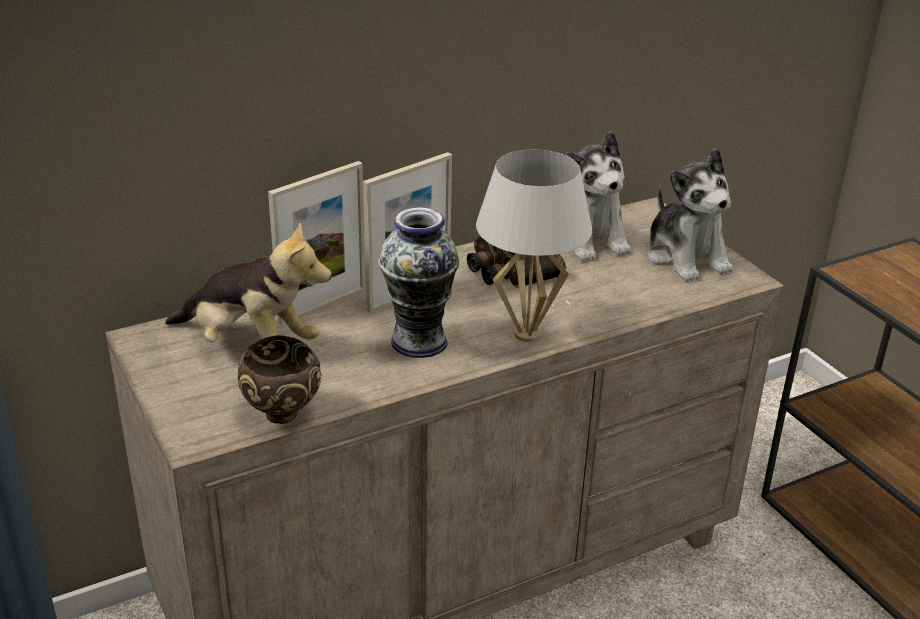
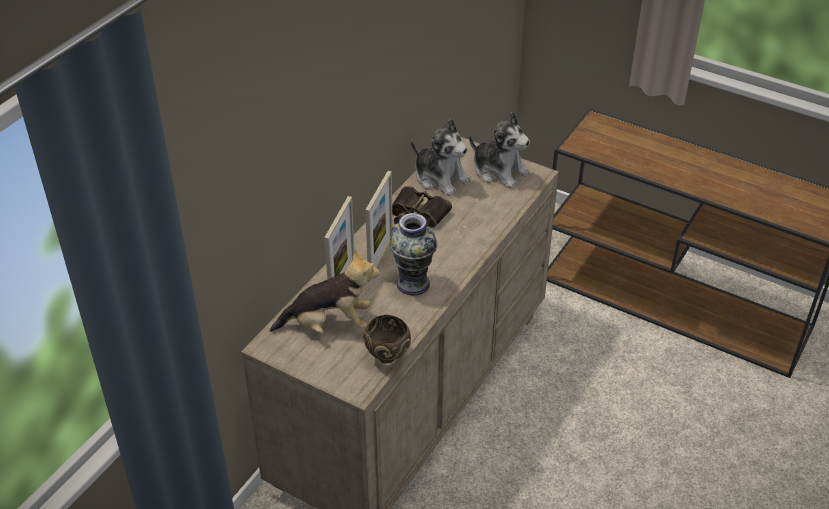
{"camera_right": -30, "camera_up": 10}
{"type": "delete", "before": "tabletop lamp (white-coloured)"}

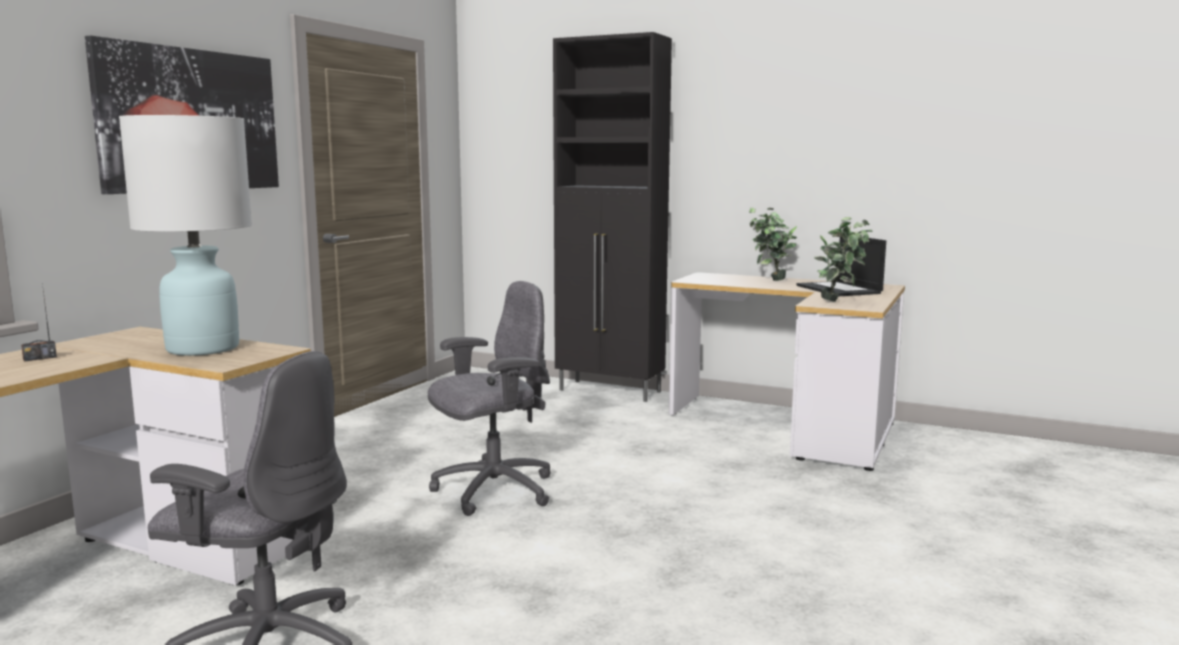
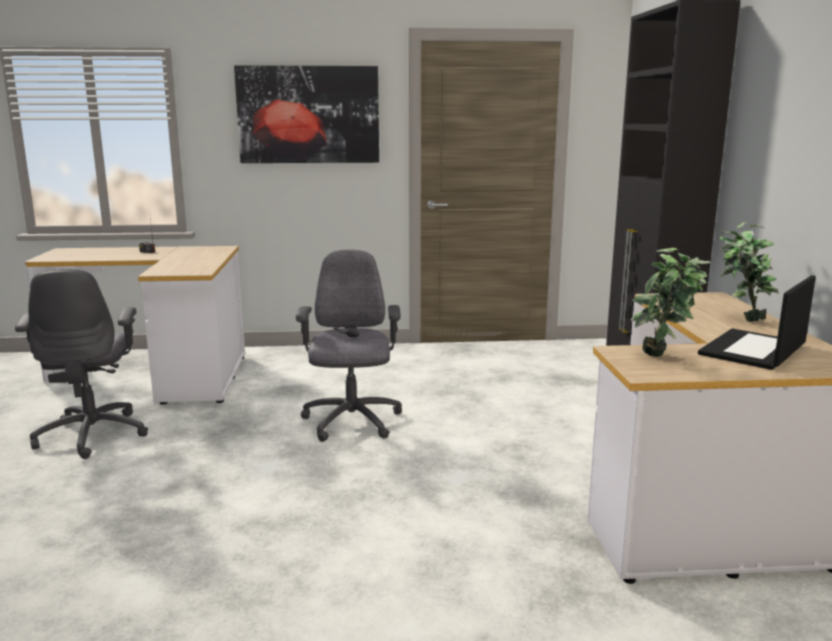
{"camera_right": 60, "camera_up": 5}
{"type": "delete", "before": "tabletop lamp (white-coloured)"}
{"type": "rotate", "before": "office chair (gray) (2nd from left)", "turn": -120}

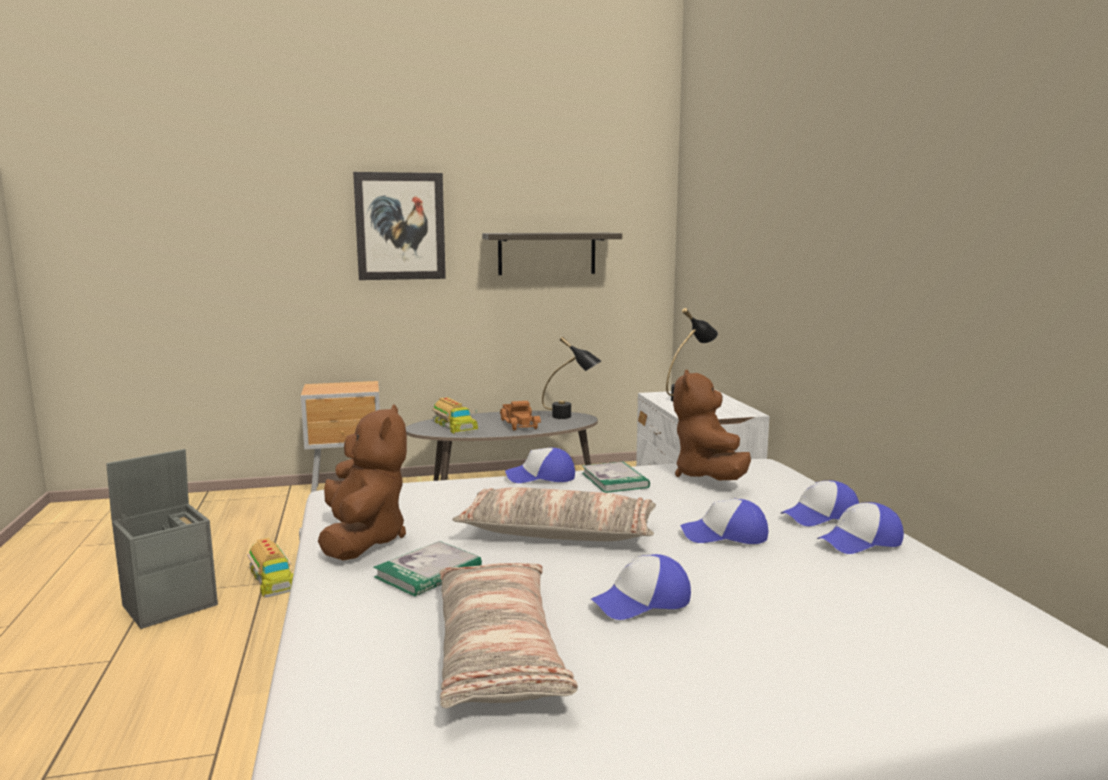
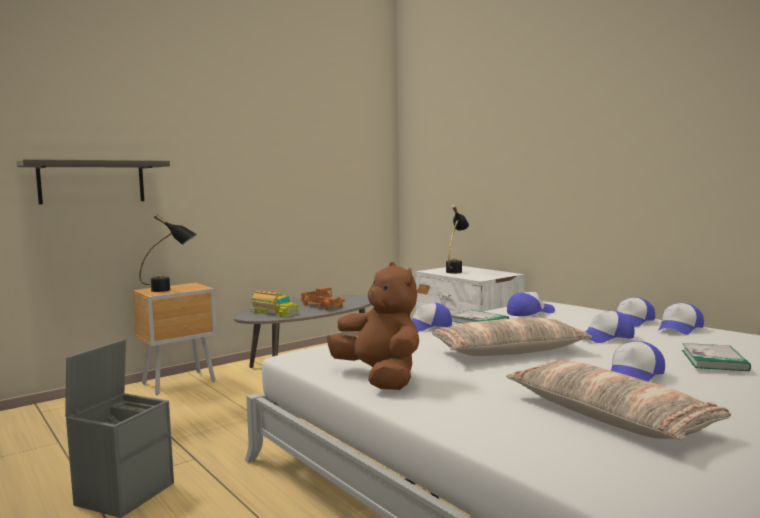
{"camera_right": -25, "camera_up": -5}
{"type": "delete", "before": "toy truck (1st from left)"}
{"type": "delete", "before": "wall picture"}
{"type": "move", "before": "book (1st from left in the first image)", "after": "book (2nd from left)"}
{"type": "move", "before": "bracket shelf"}
{"type": "move", "before": "tabletop lamp (blackish) (1st from left)"}
{"type": "replace", "before": "plush toy (brownish) (2nd from left)", "after": "baseball cap (2nd from left)"}

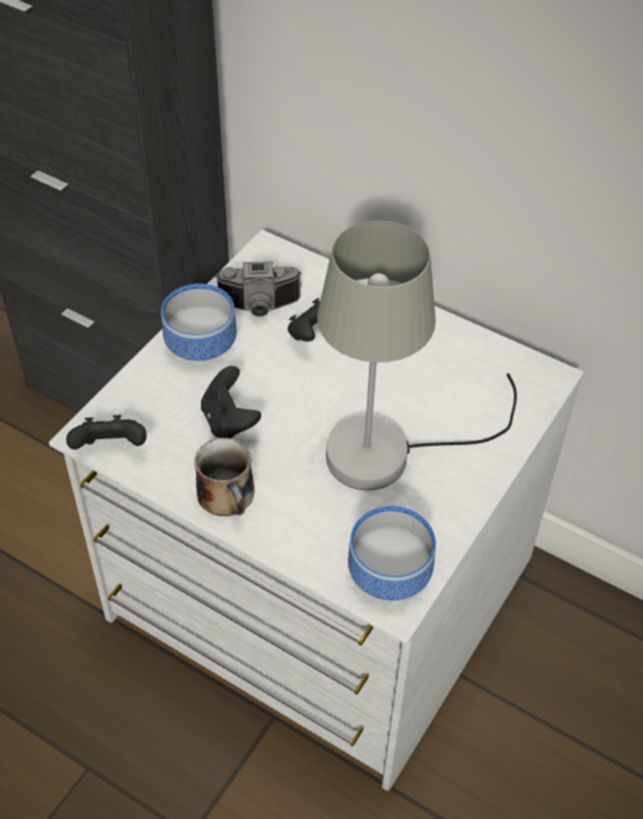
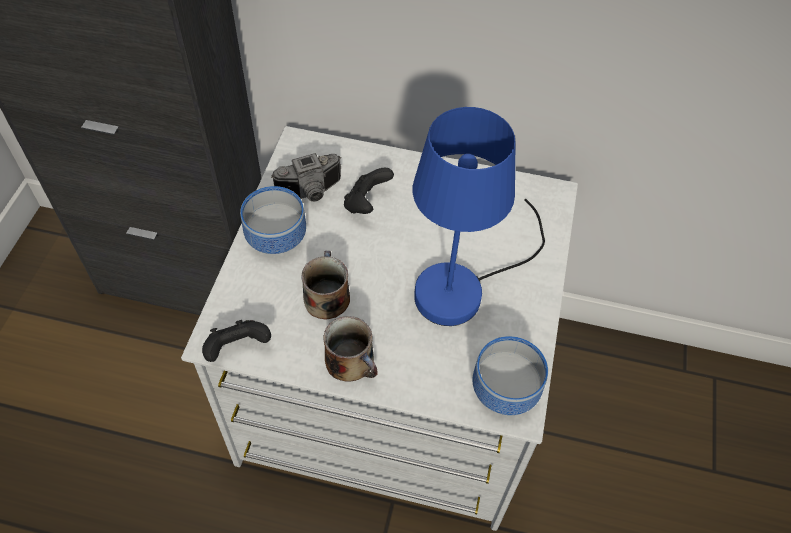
{"camera_right": -20, "camera_up": 5}
{"type": "replace", "before": "joypad (blackish) (2nd from left)", "after": "mug (1st from left)"}
{"type": "recolor", "before": "tabletop lamp (gray)", "after": "tabletop lamp (blue-coloured)"}

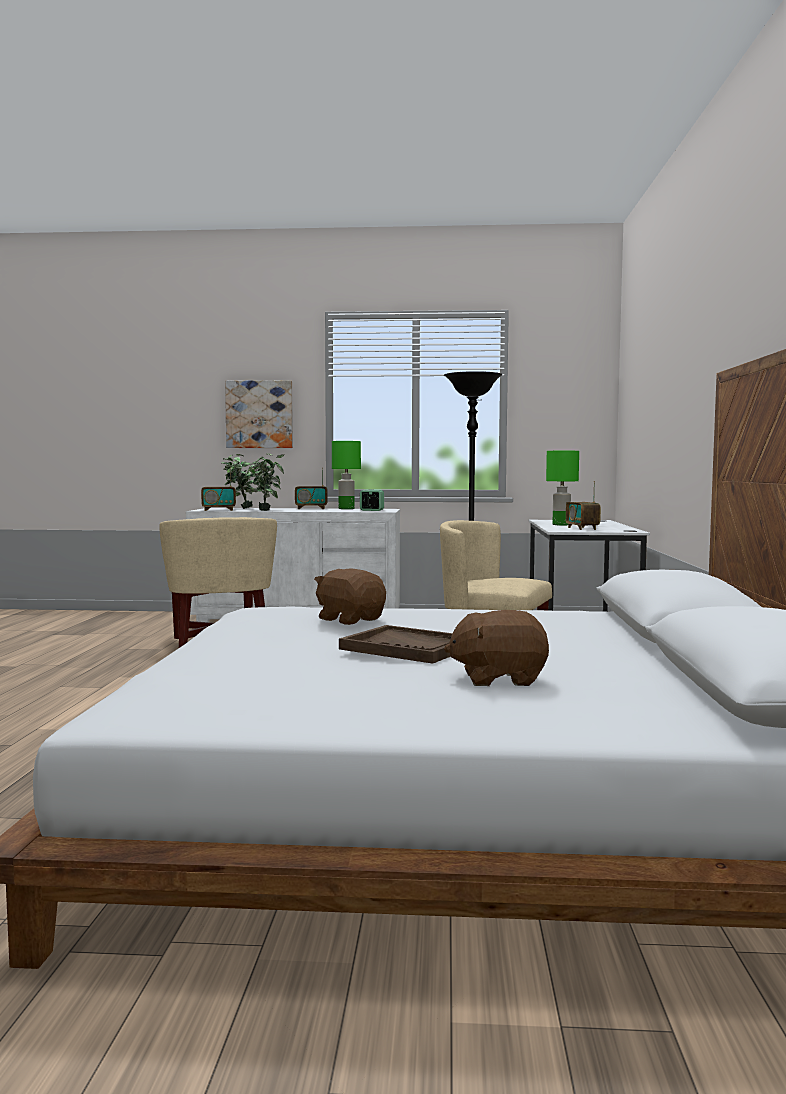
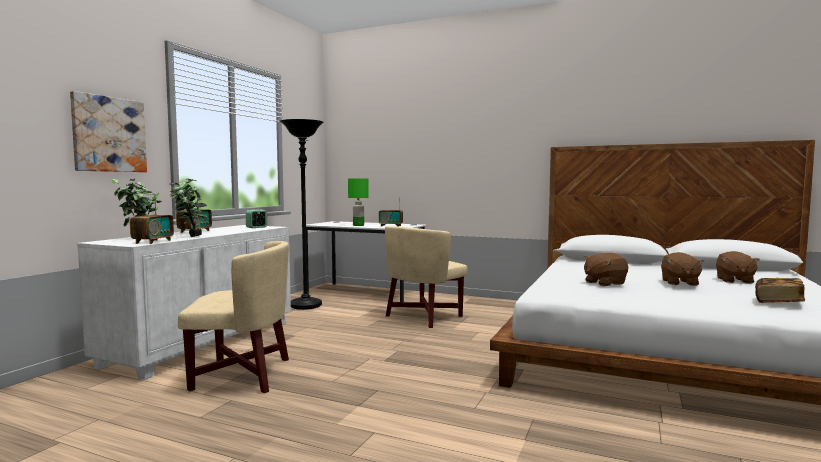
{"camera_right": -70, "camera_up": 0}
{"type": "delete", "before": "tabletop lamp (green) (1st from left)"}
{"type": "replace", "before": "tray (brownish)", "after": "plush toy (brownish) (2nd from left)"}
{"type": "insert", "after": "book"}

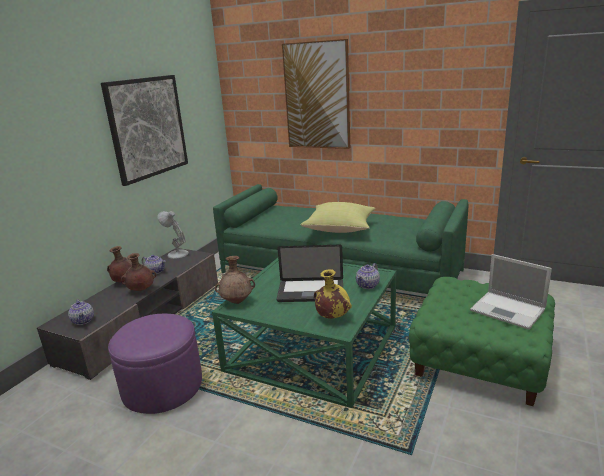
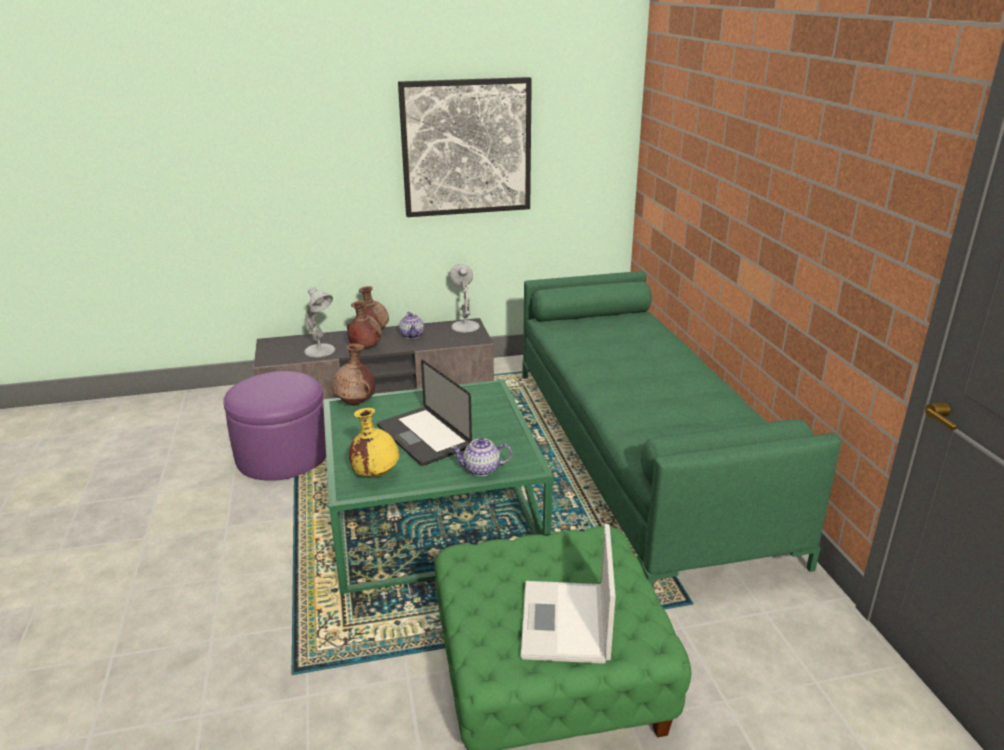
{"camera_right": 50, "camera_up": 5}
{"type": "delete", "before": "teapot (1st from left)"}
{"type": "delete", "before": "wall picture (2nd from left)"}
{"type": "delete", "before": "cushion (yellow-coloured)"}
{"type": "insert", "after": "tabletop lamp (white-coloured) (1st from left)"}

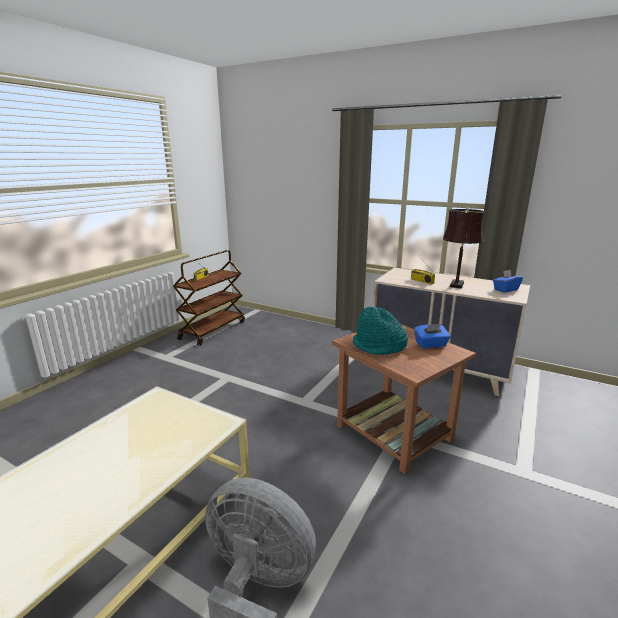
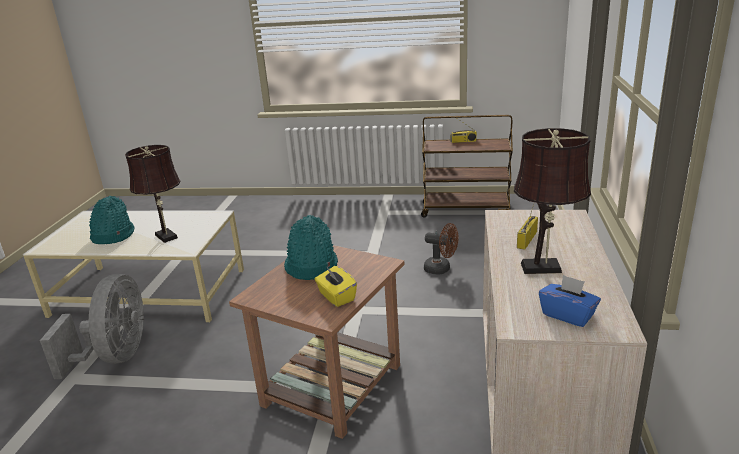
{"camera_right": 70, "camera_up": 5}
{"type": "recolor", "before": "tissue box (blue-coloured) (1st from left)", "after": "tissue box (yellow-coloured)"}
{"type": "insert", "after": "clothing hat (blue-green) (1st from left)"}
{"type": "insert", "after": "tabletop lamp (brownish) (1st from left)"}
{"type": "insert", "after": "fan (brownish)"}

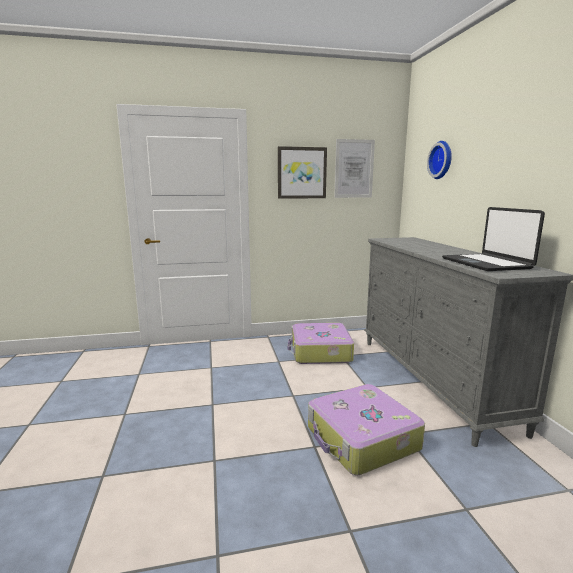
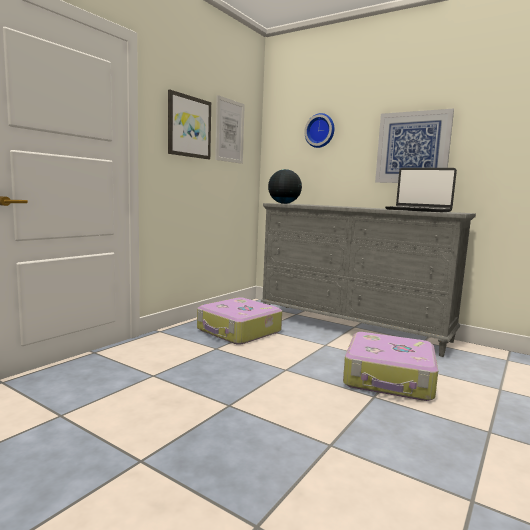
{"camera_right": -45, "camera_up": -5}
{"type": "insert", "after": "desk globe"}
{"type": "insert", "after": "wall picture (3rd from left)"}

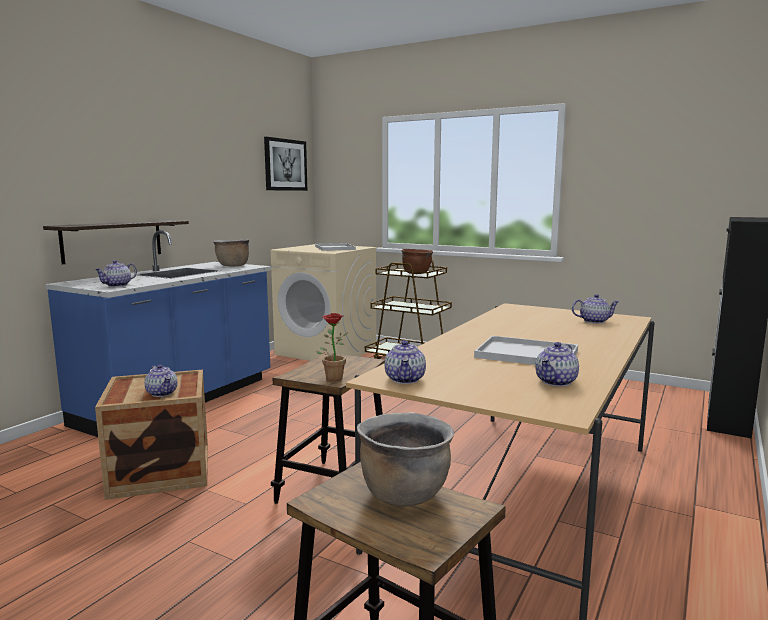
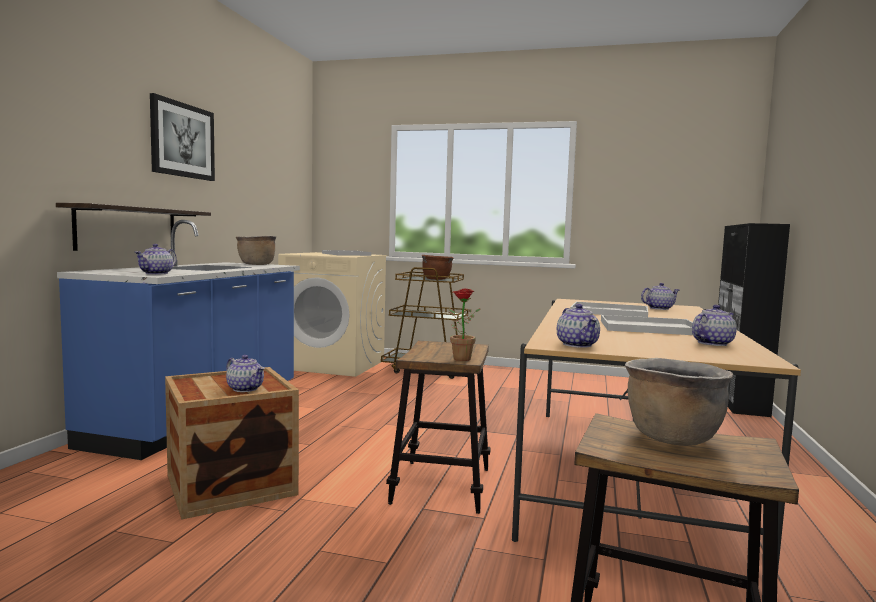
{"camera_right": -15, "camera_up": -5}
{"type": "move", "before": "wall picture"}
{"type": "rotate", "before": "teapot (4th from left in the first image)", "turn": -150}
{"type": "insert", "after": "tray (white-coloured) (2nd from left)"}

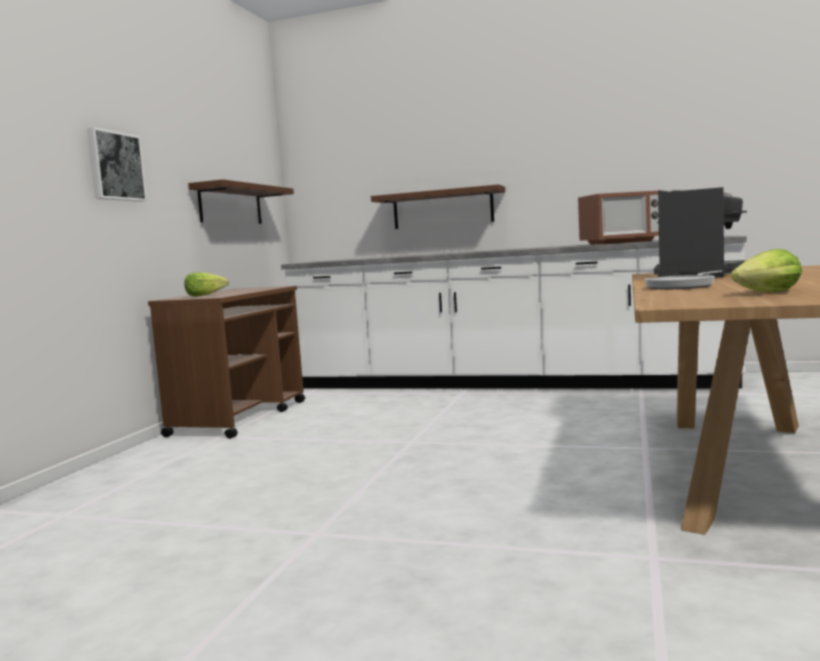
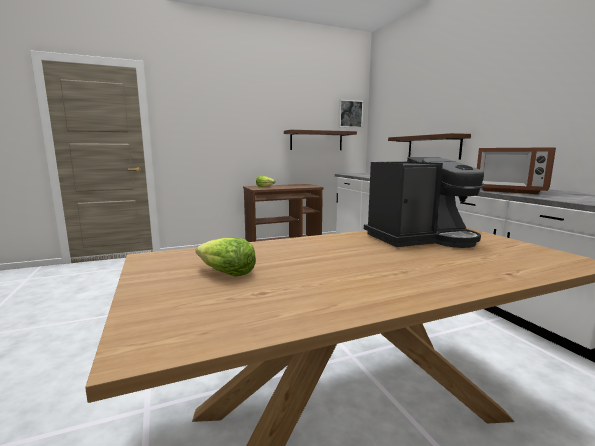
{"camera_right": 50, "camera_up": 5}
{"type": "move", "before": "wall picture"}
{"type": "delete", "before": "skillet"}

